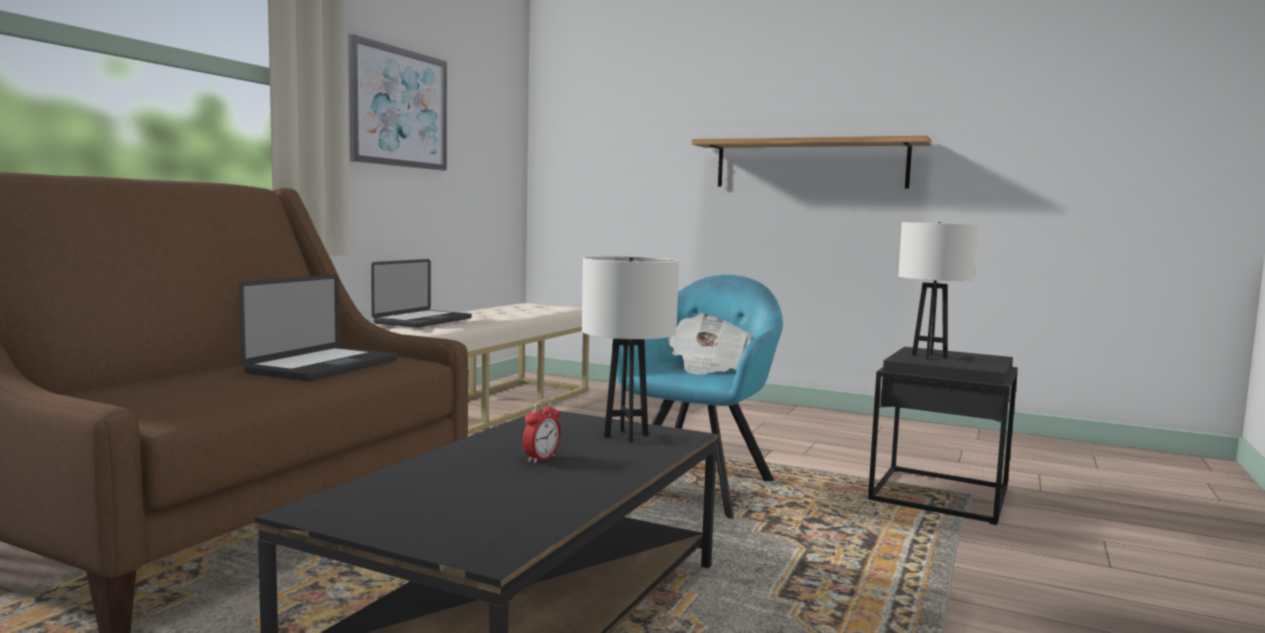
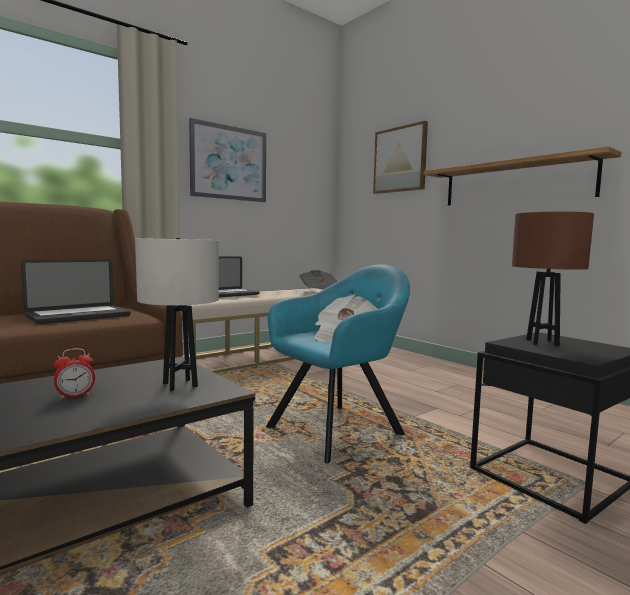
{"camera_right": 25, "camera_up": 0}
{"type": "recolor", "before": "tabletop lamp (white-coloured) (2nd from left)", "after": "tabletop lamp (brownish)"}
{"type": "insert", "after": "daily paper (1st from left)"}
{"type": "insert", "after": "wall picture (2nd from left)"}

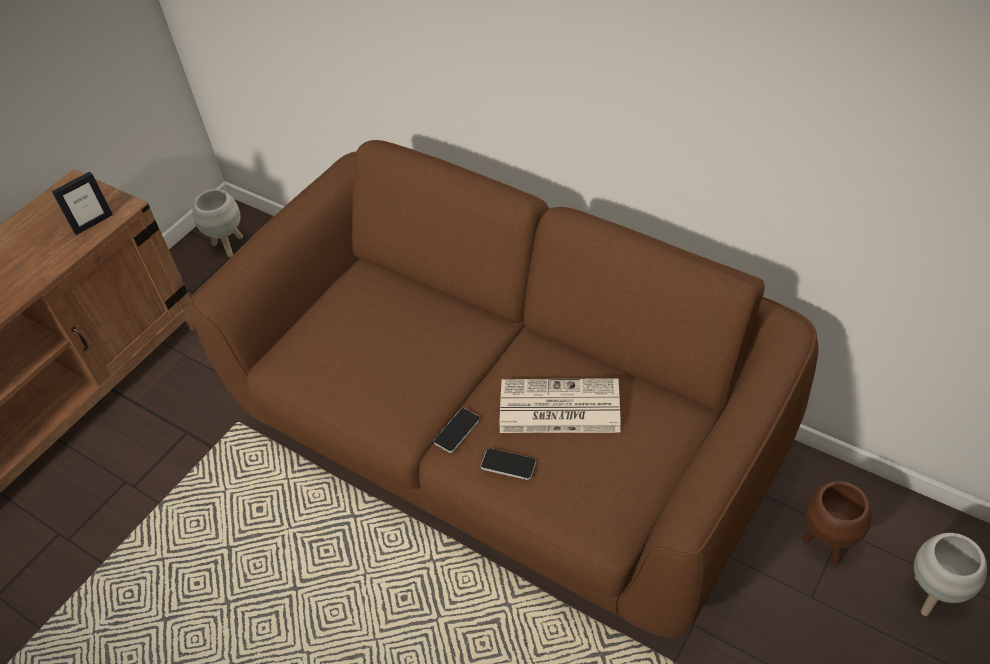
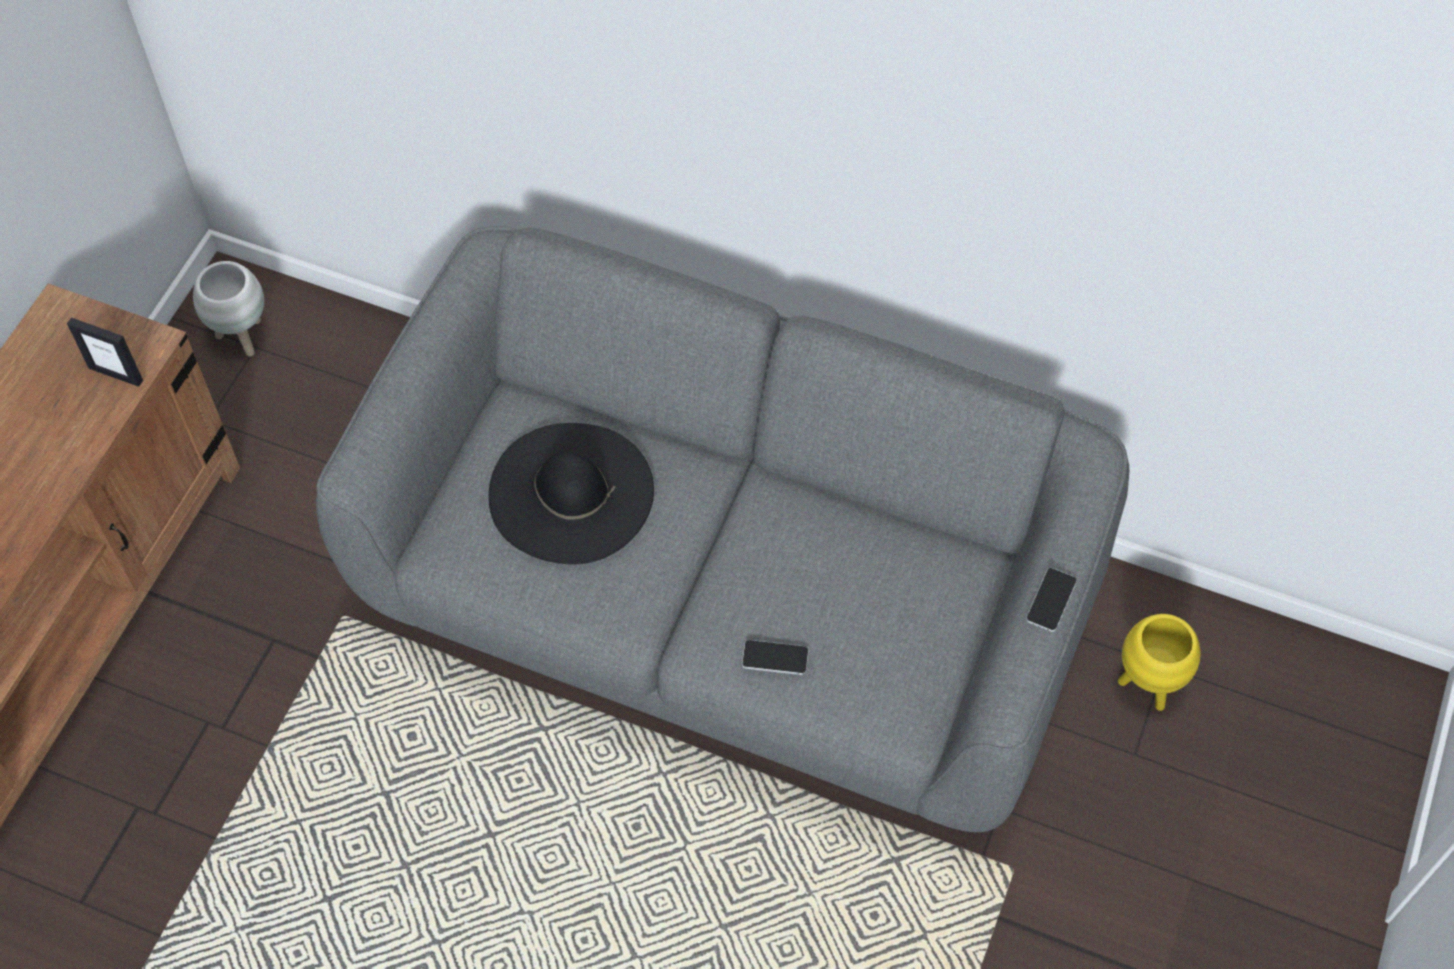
{"camera_right": -15, "camera_up": 10}
{"type": "rotate", "before": "picture frame", "turn": 75}
{"type": "recolor", "before": "sofa (brownish)", "after": "sofa (gray)"}
{"type": "move", "before": "phone (1st from left in the first image)", "after": "phone (2nd from left)"}
{"type": "delete", "before": "daily paper"}
{"type": "recolor", "before": "plant pot (brownish)", "after": "plant pot (yellow-coloured)"}
{"type": "delete", "before": "plant pot (white-coloured) (2nd from left)"}
{"type": "insert", "after": "clothing hat (blackish)"}

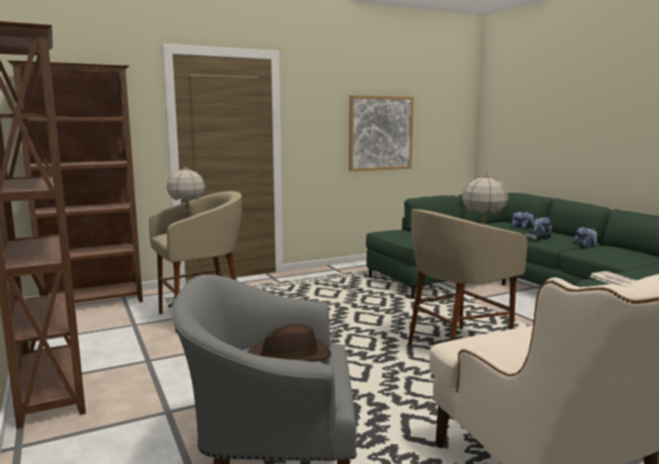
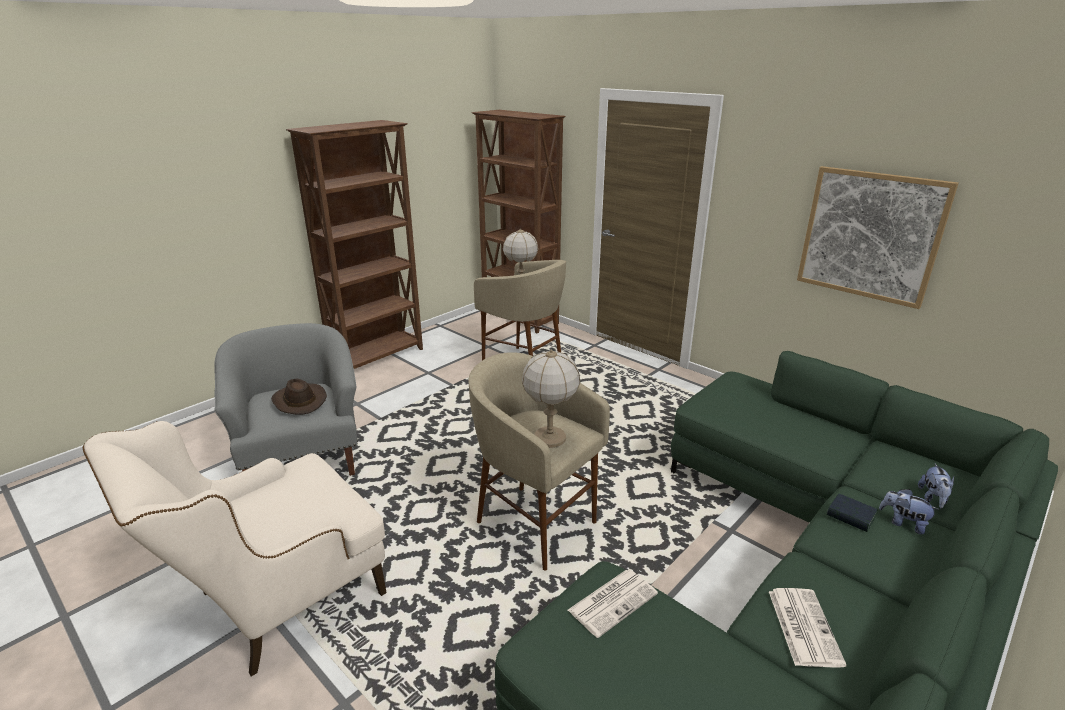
{"camera_right": 70, "camera_up": 15}
{"type": "delete", "before": "plush toy (3rd from left)"}
{"type": "insert", "after": "daily paper (2nd from left)"}

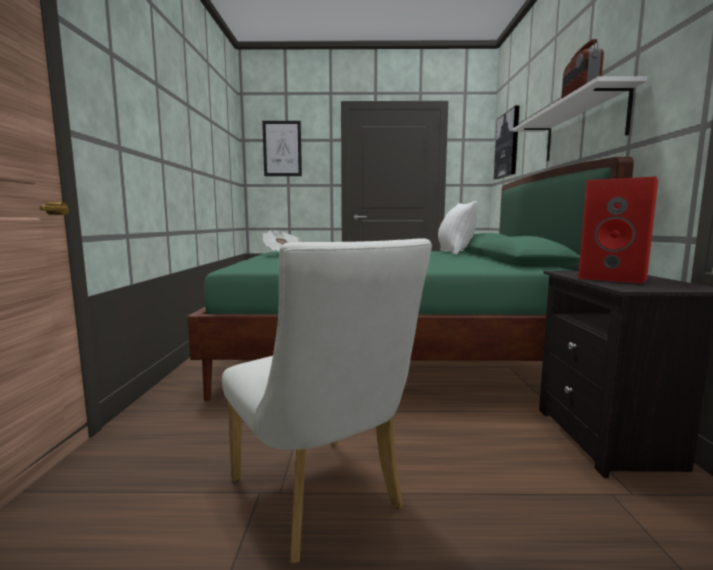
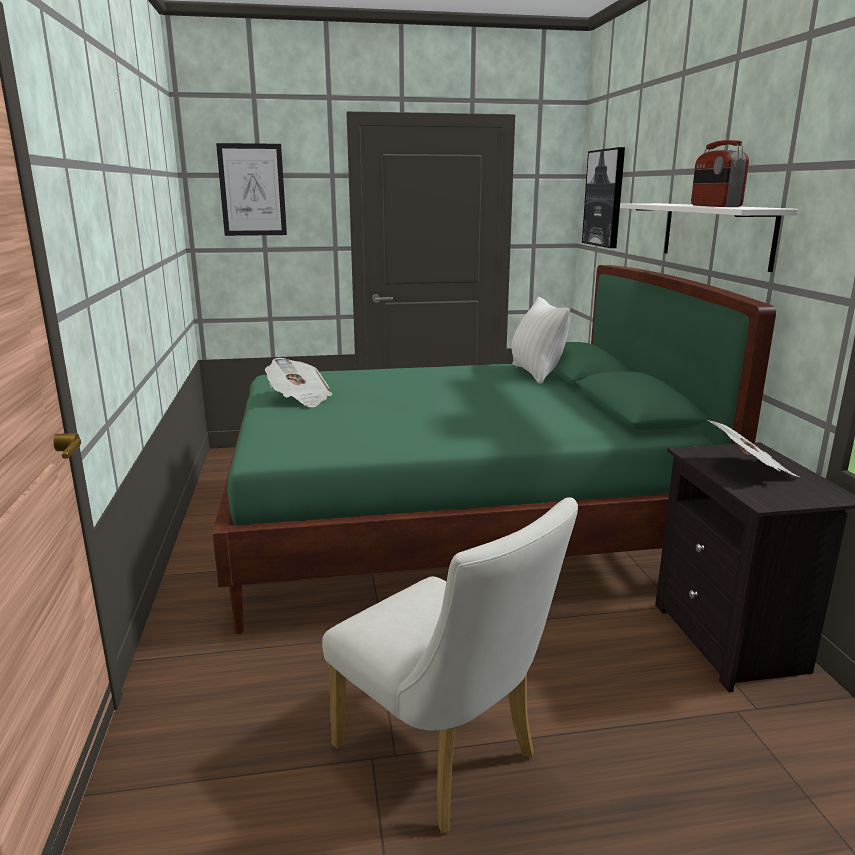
{"camera_right": -10, "camera_up": 10}
{"type": "replace", "before": "speaker (red)", "after": "daily paper (2nd from left)"}

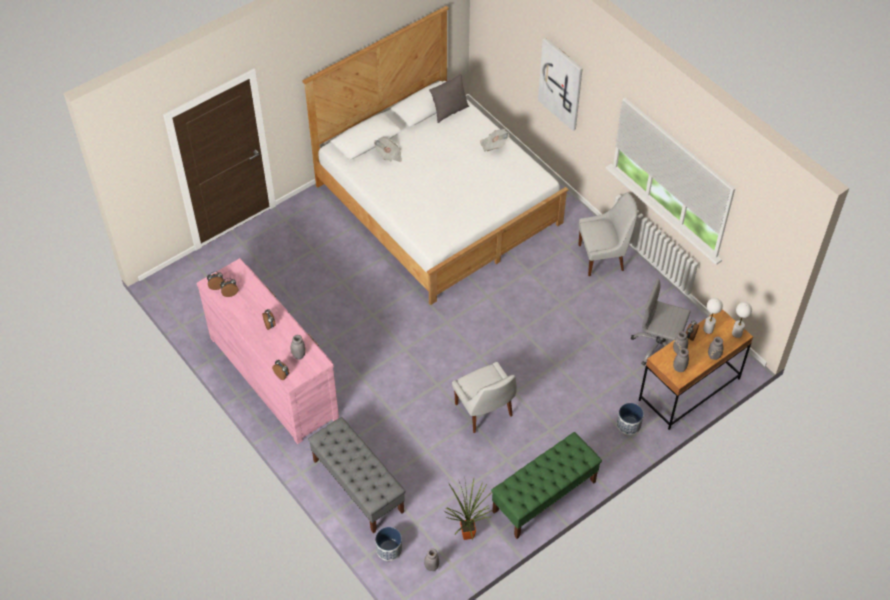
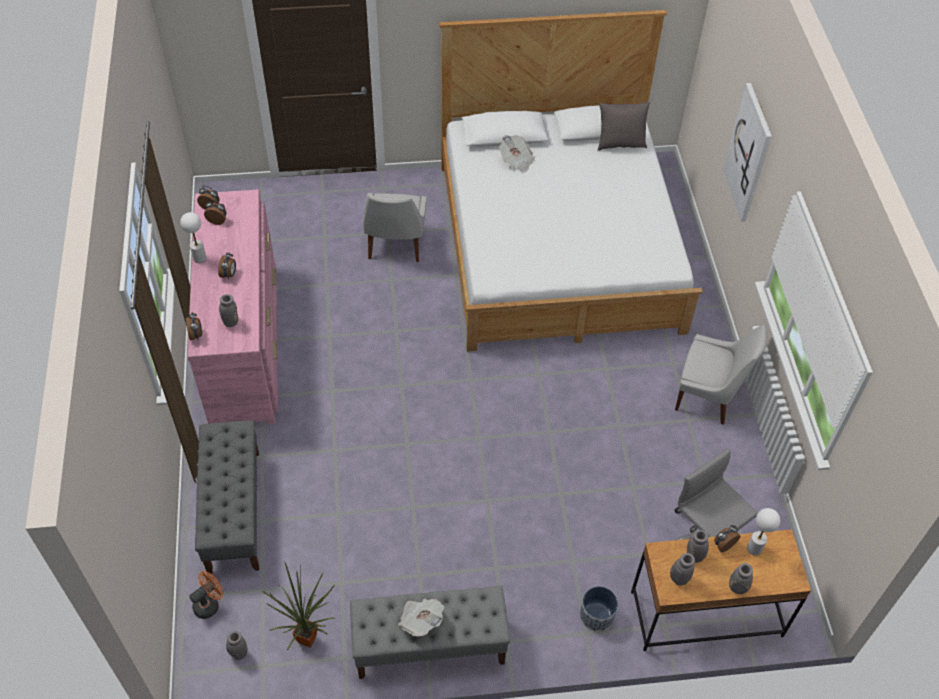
{"camera_right": 30, "camera_up": 0}
{"type": "replace", "before": "plant pot (1st from left)", "after": "fan (orange-coloured)"}
{"type": "move", "before": "plain chair (white-coloured) (1st from left)"}
{"type": "move", "before": "daily paper (2nd from left in the first image)", "after": "daily paper (1st from left)"}
{"type": "recolor", "before": "long seat (green)", "after": "long seat (gray) (2nd from left)"}
{"type": "move", "before": "tabletop lamp (white-coloured) (2nd from left in the first image)", "after": "tabletop lamp (white-coloured) (1st from left)"}

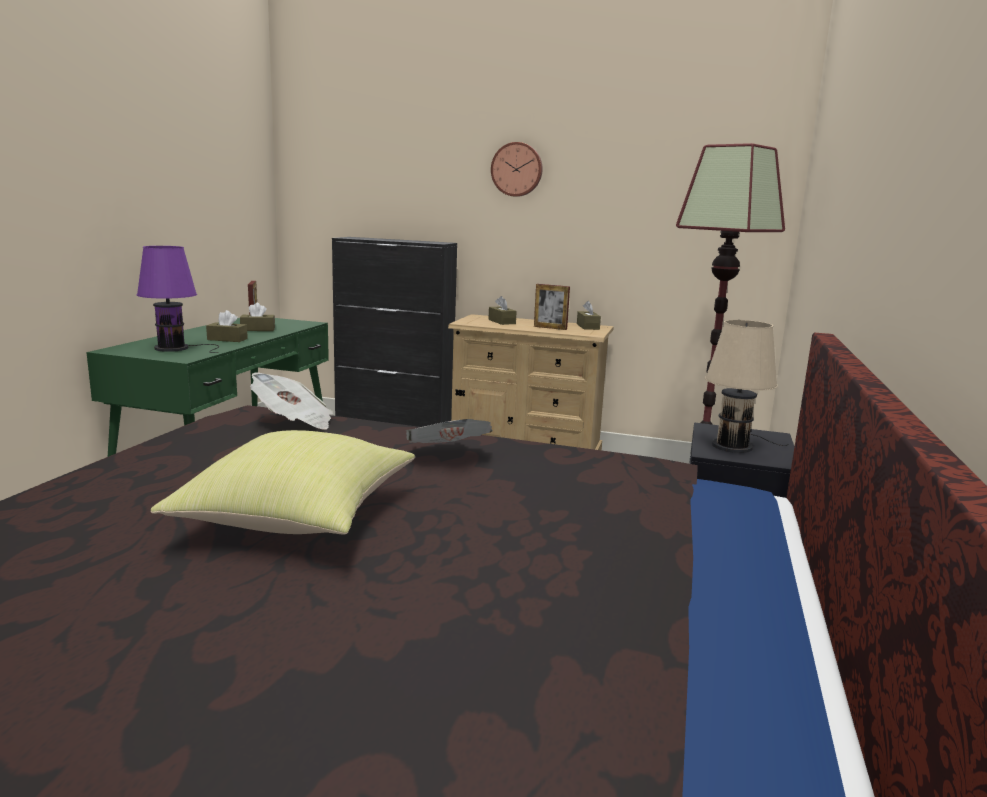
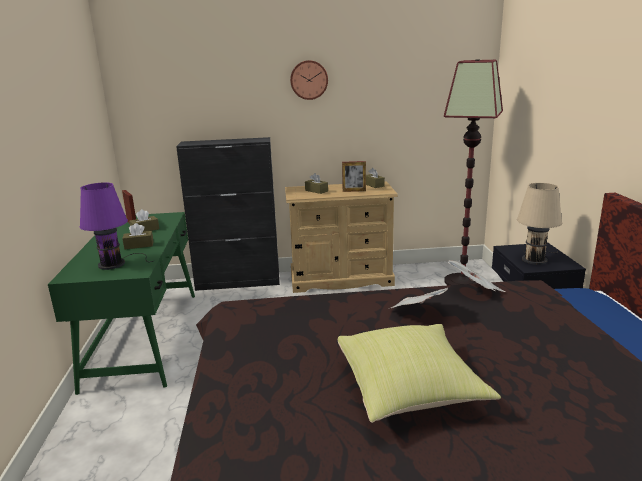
{"camera_right": -20, "camera_up": 5}
{"type": "move", "before": "daily paper (1st from left in the first image)", "after": "daily paper (2nd from left)"}

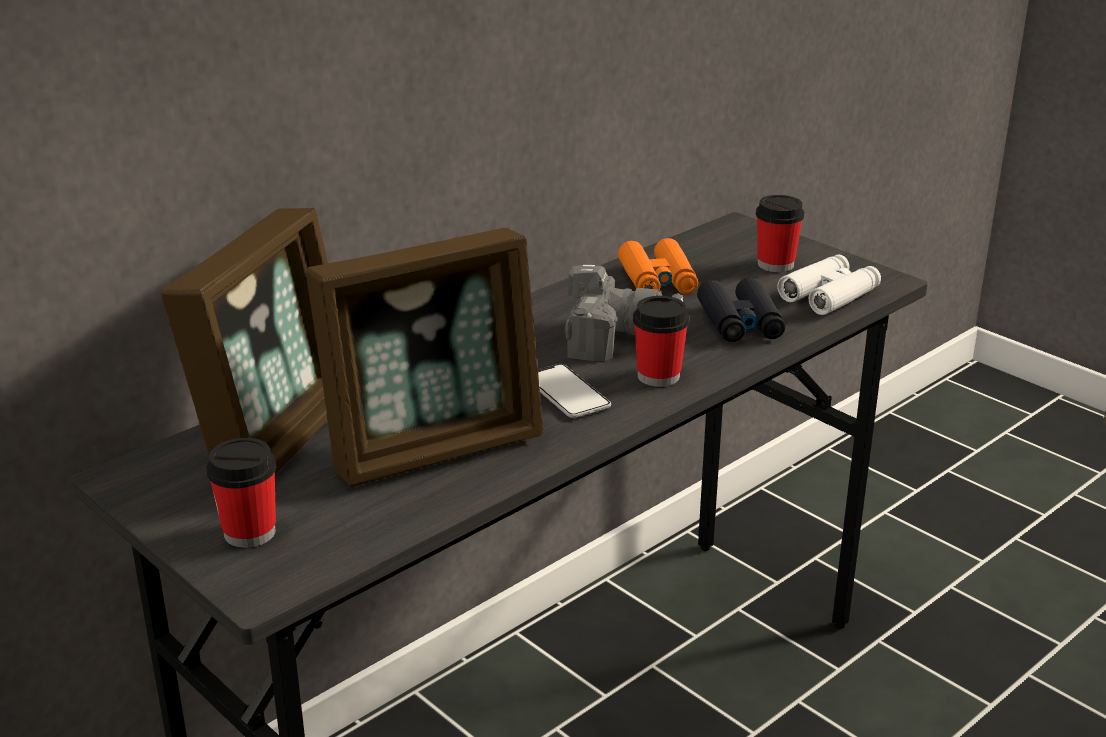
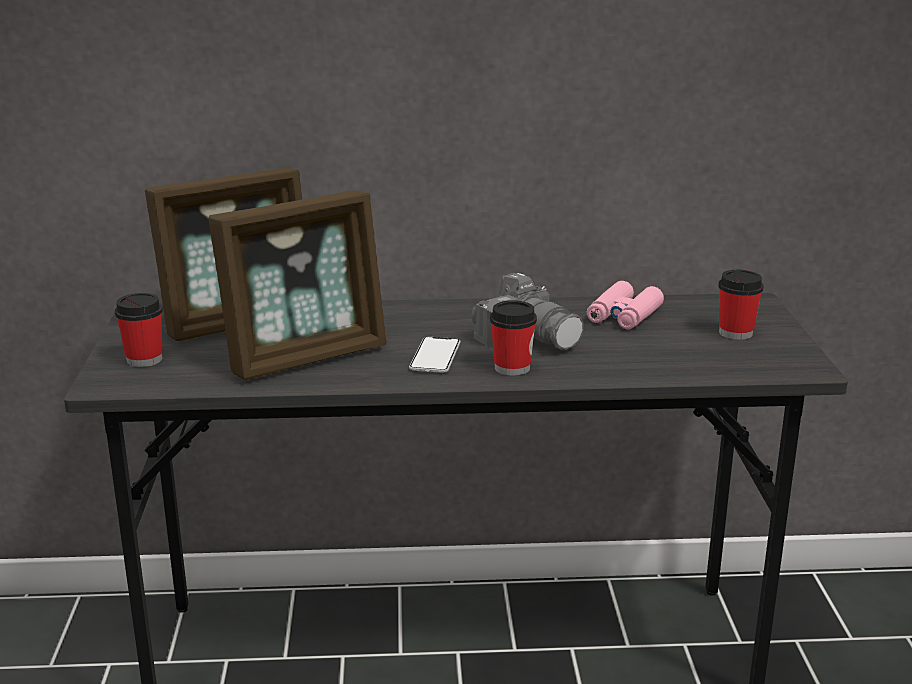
{"camera_right": 40, "camera_up": -5}
{"type": "rotate", "before": "picture frame (2nd from left)", "turn": -45}
{"type": "recolor", "before": "pair of binoculars (orange-coloured)", "after": "pair of binoculars (pink-coloured)"}
{"type": "delete", "before": "pair of binoculars (blackish)"}
{"type": "delete", "before": "pair of binoculars (white-coloured)"}

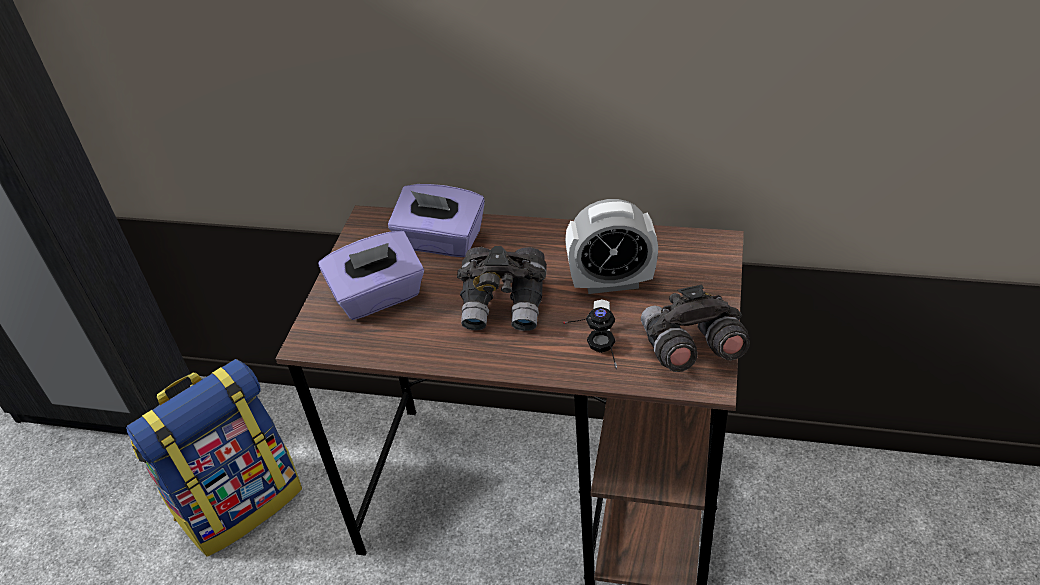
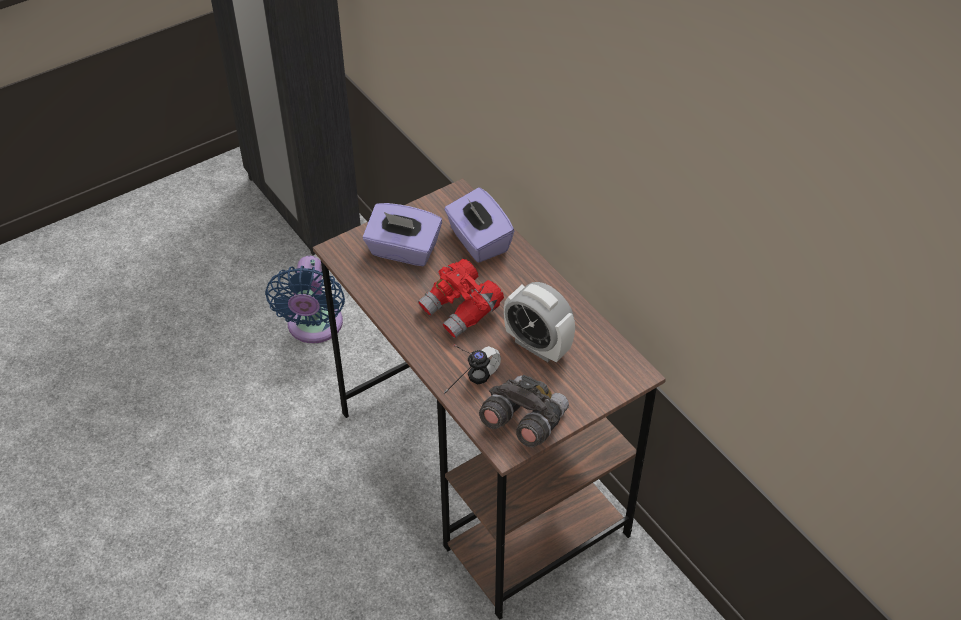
{"camera_right": 40, "camera_up": 5}
{"type": "replace", "before": "backpack", "after": "fan (blue-coloured)"}
{"type": "recolor", "before": "pair of binoculars (gray) (1st from left)", "after": "pair of binoculars (red)"}

